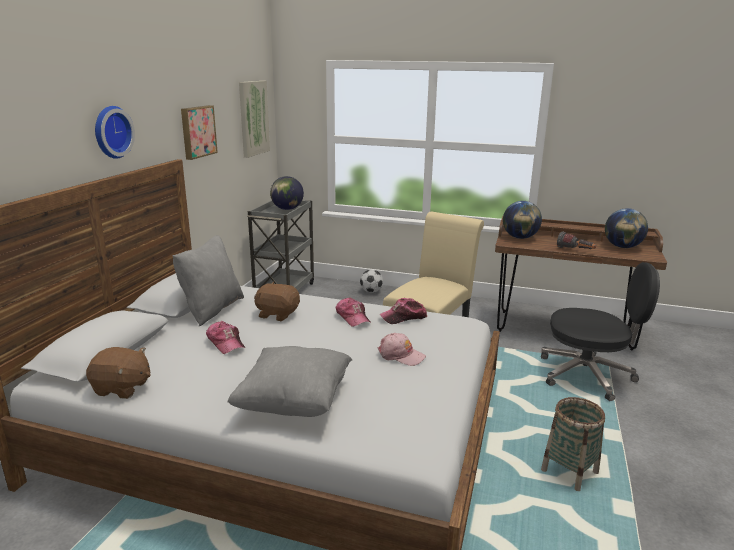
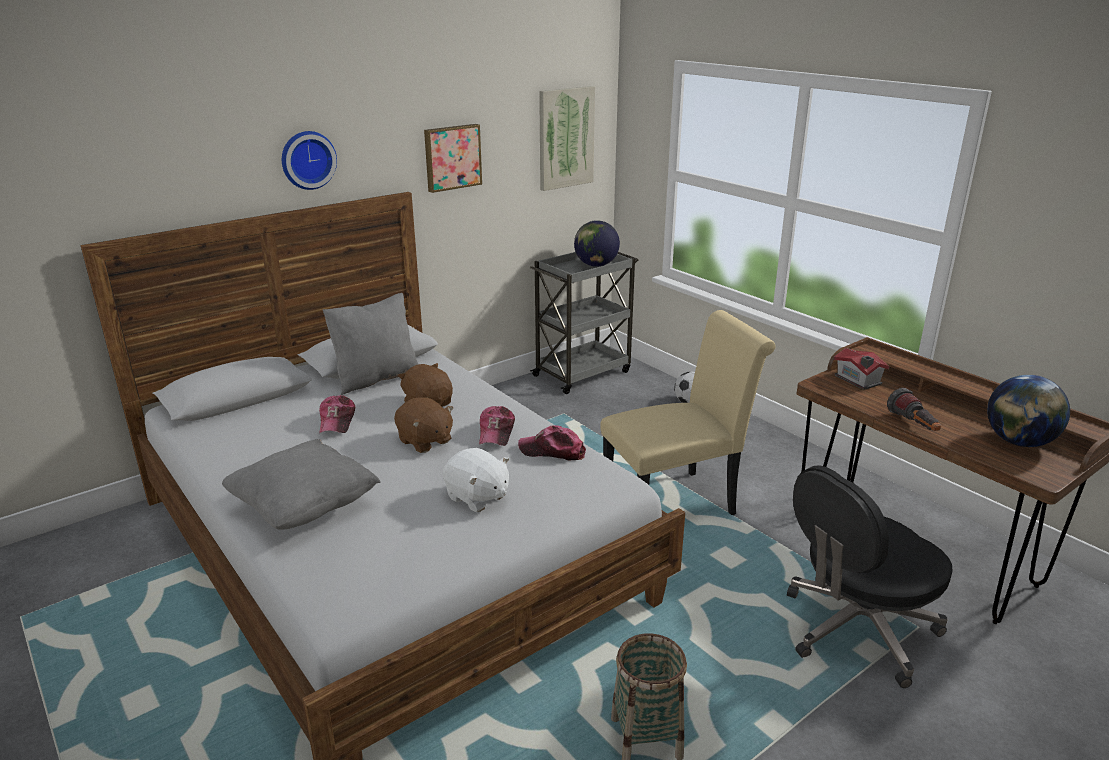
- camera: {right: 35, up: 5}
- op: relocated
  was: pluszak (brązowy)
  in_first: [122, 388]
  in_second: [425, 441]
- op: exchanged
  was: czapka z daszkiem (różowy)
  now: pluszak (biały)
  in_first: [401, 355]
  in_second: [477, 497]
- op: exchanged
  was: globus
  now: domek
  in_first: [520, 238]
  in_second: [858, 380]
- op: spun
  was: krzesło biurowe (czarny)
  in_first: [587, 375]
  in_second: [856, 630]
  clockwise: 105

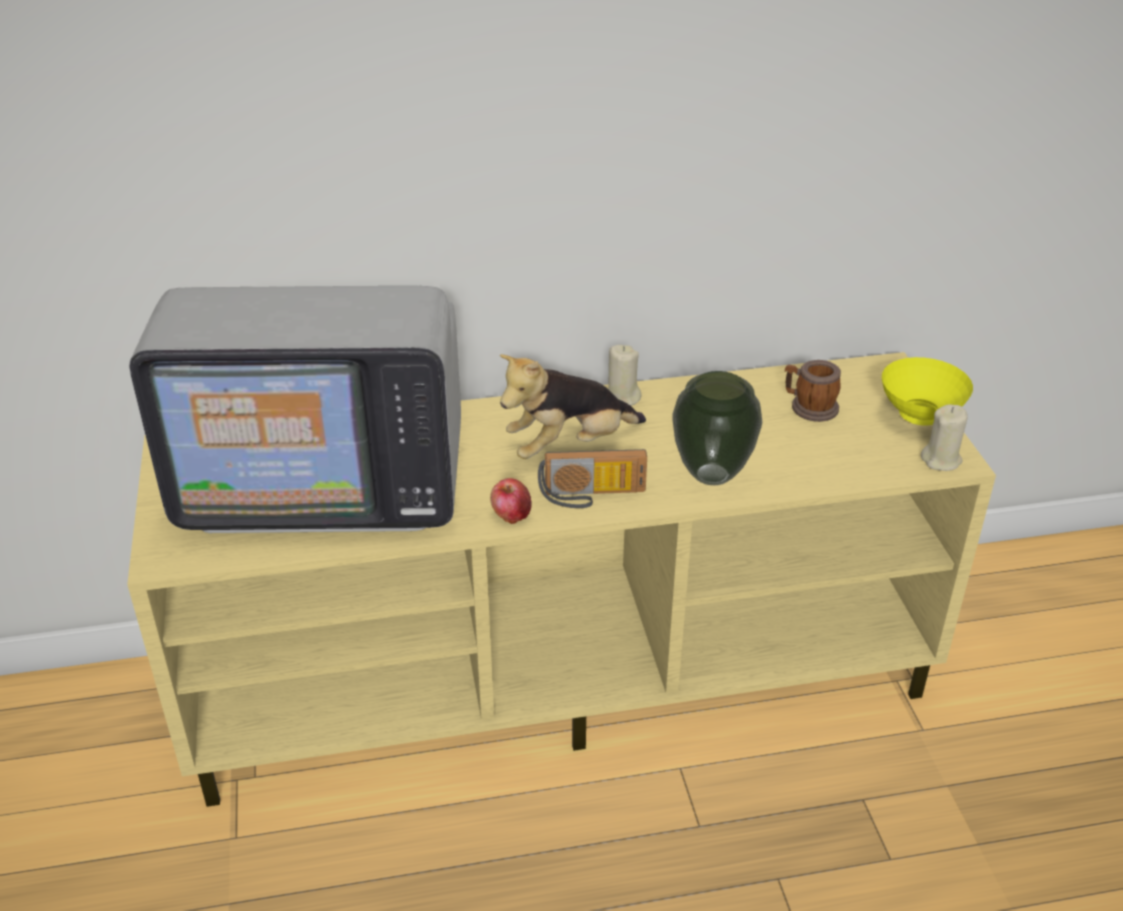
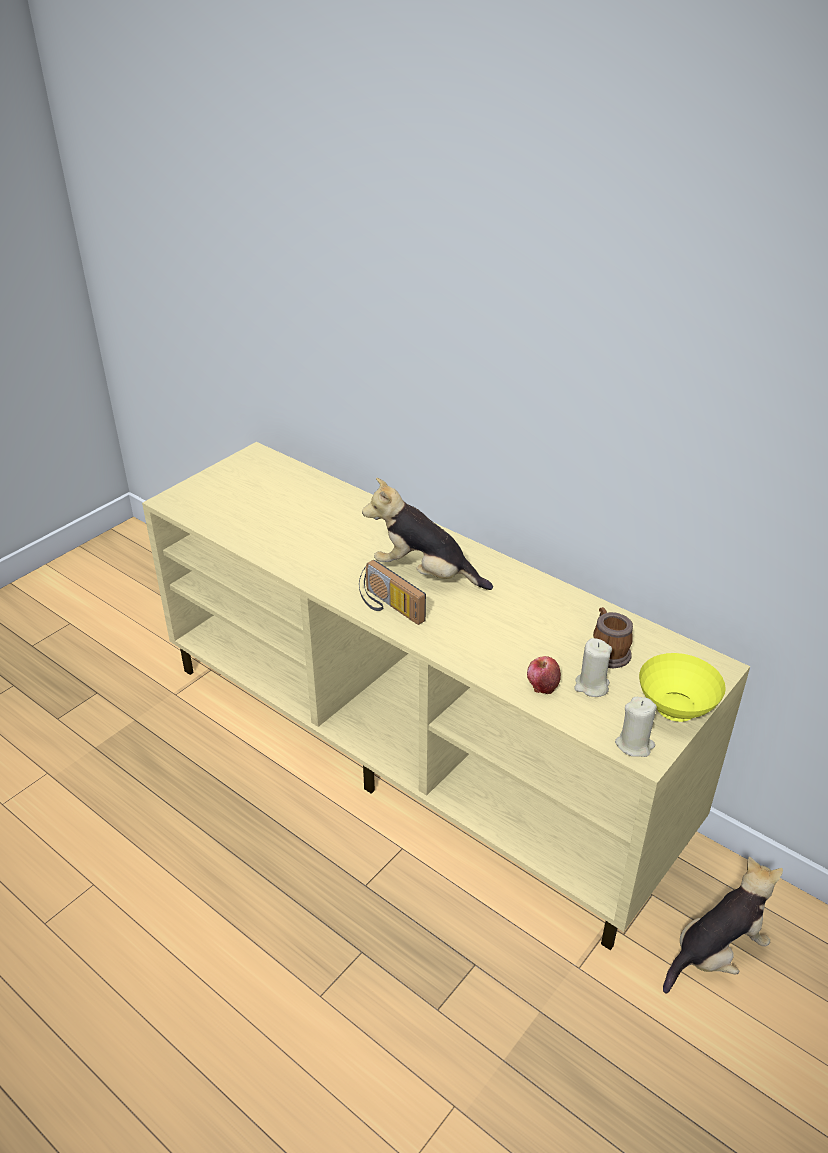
- camera: {right: 50, up: 0}
- op: missing
  was: telewizor
  in_first: [325, 483]
- op: relocated
  was: jabłko
  in_first: [511, 514]
  in_second: [542, 685]
- op: relocated
  was: świeca (beżowy)
  in_first: [621, 398]
  in_second: [591, 686]
- op: missing
  was: wazon
  in_first: [711, 475]
- op: appeared
  now: pluszak
  in_second: [716, 953]

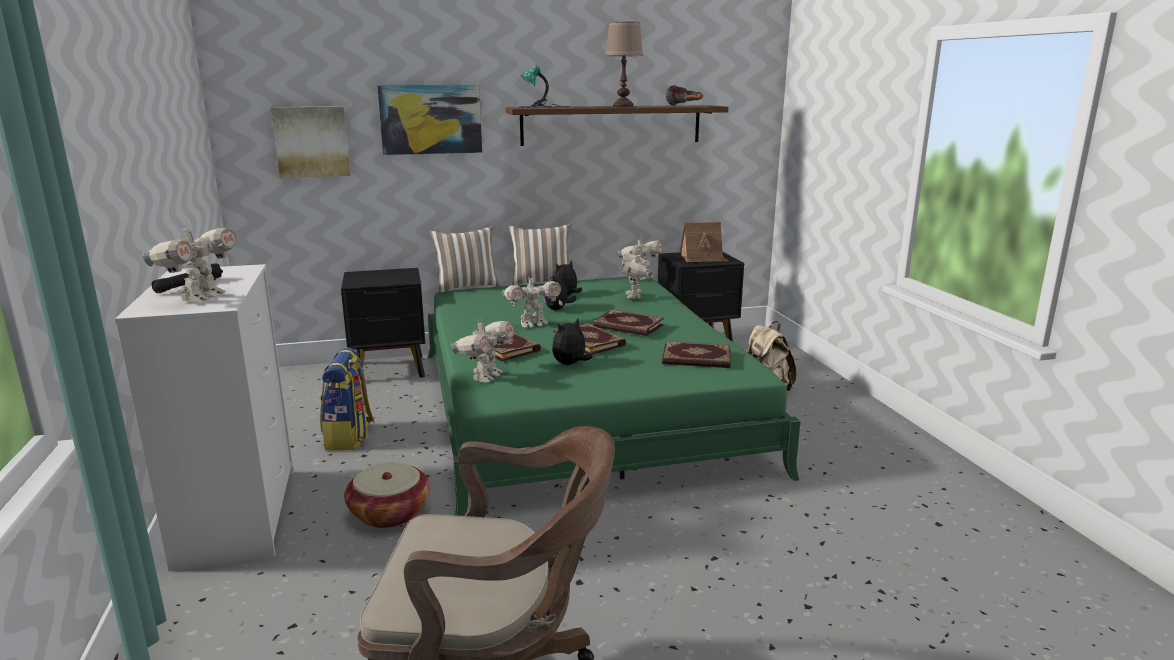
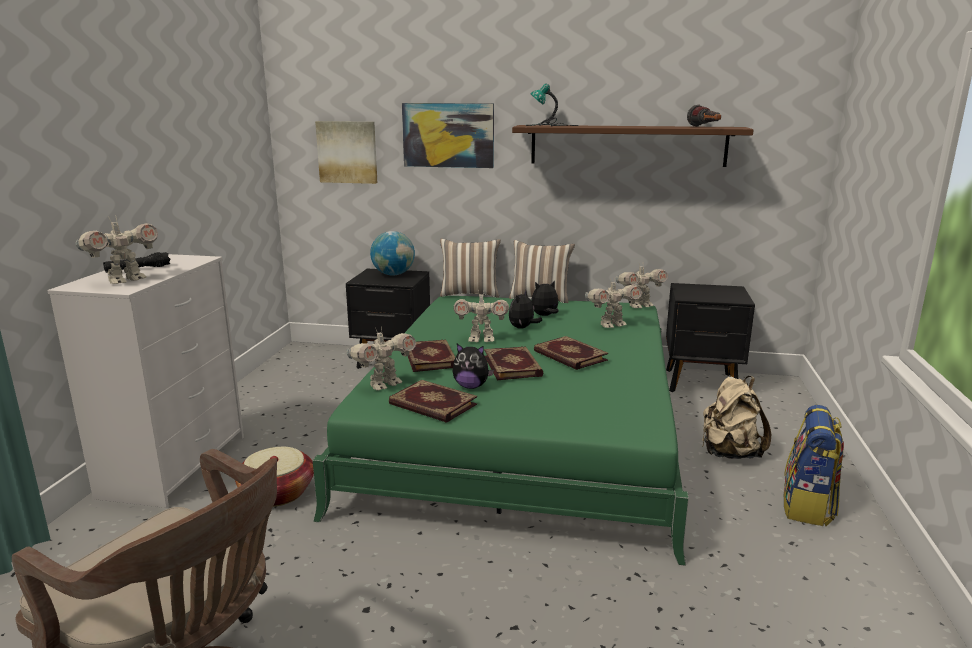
- camera: {right: 25, up: 0}
- op: relocated
  was: plecak
  in_first: [349, 437]
  in_second: [808, 506]
- op: spun
  was: pluszak
  in_first: [570, 364]
  in_second: [471, 386]
  clockwise: -150
- op: missing
  was: lampa stołowa (brązowy)
  in_first: [623, 106]
- op: spun
  was: robot zabawkowy
  in_first: [635, 296]
  in_second: [611, 325]
  clockwise: -135
- op: relocated
  was: książka
  in_first: [696, 359]
  in_second: [432, 405]
- op: missing
  was: domek
  in_first: [703, 258]
- op: appeared
  now: globus
  in_second: [393, 274]

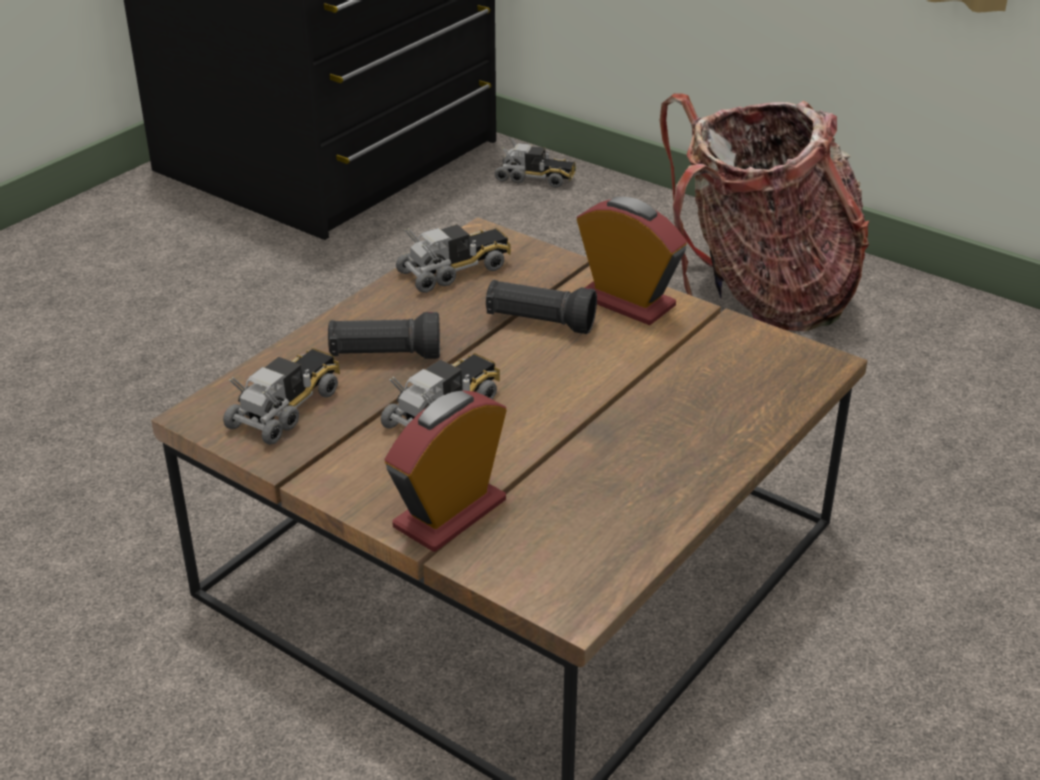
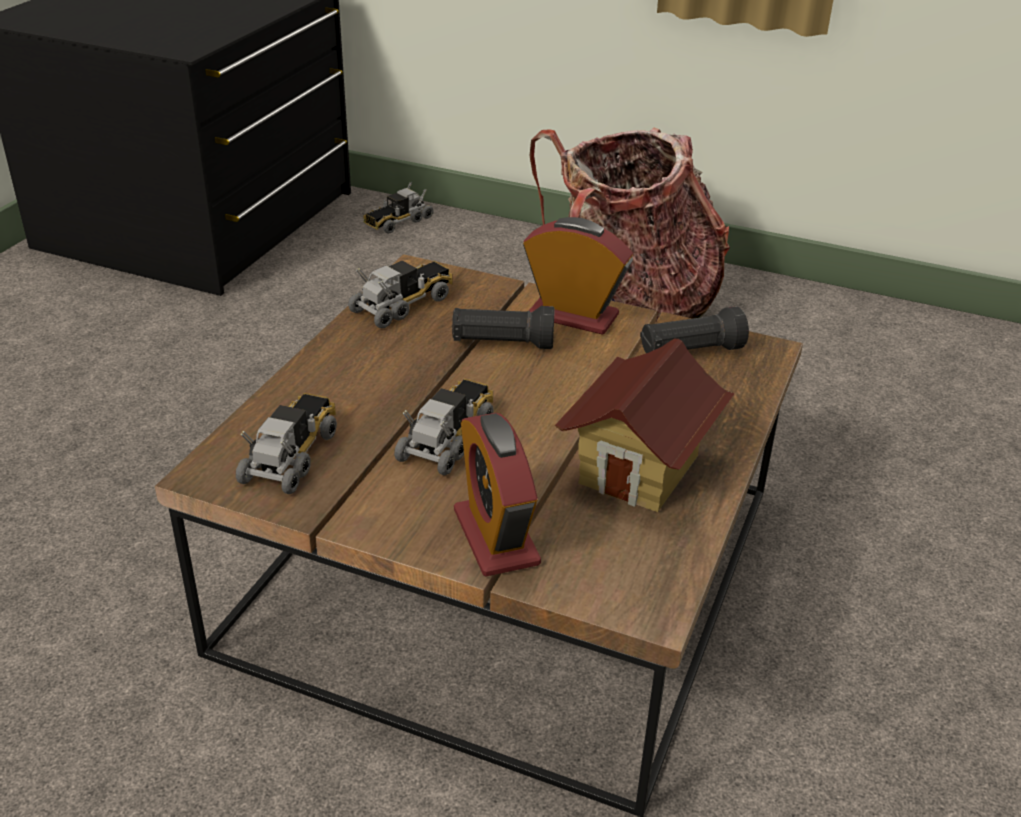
- camera: {right: -15, up: 0}
- op: relocated
  was: latarka (czarny)
  in_first: [384, 355]
  in_second: [690, 351]
- op: spun
  was: budzik
  in_first: [450, 514]
  in_second: [496, 537]
  clockwise: -45
- op: spun
  was: ciężarówka zabawkowa
  in_first: [535, 178]
  in_second: [397, 222]
  clockwise: 135
- op: appeared
  now: domek
  in_second: [640, 470]

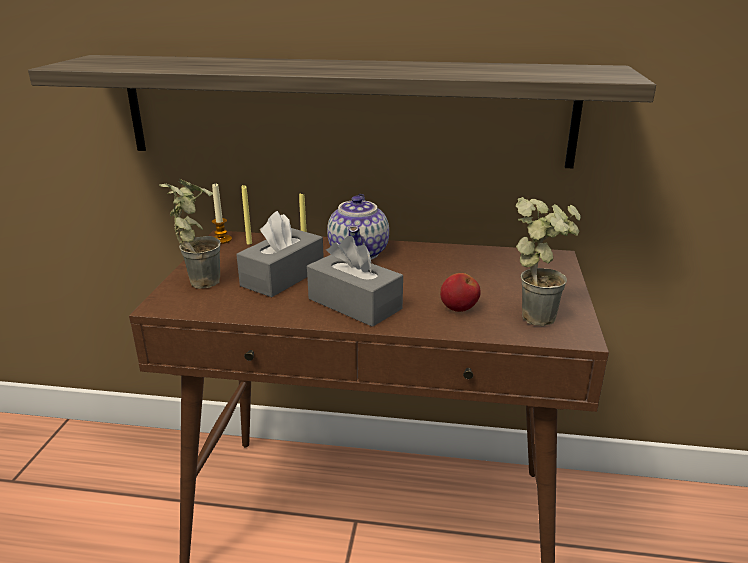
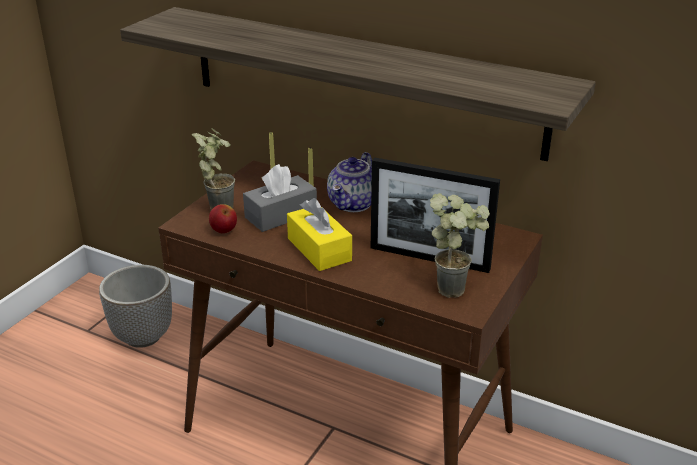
- camera: {right: 20, up: 5}
- op: missing
  was: świeca
  in_first: [221, 240]
- op: colour
  was: pudełko chusteczek (szary)
  now: pudełko chusteczek (żółty)
  in_first: [354, 304]
  in_second: [319, 249]
- op: relocated
  was: jabłko
  in_first: [459, 309]
  in_second: [224, 231]
- op: appeared
  now: donica
  in_second: [143, 336]
- op: appeared
  now: ramka na zdjęcie
  in_second: [429, 258]

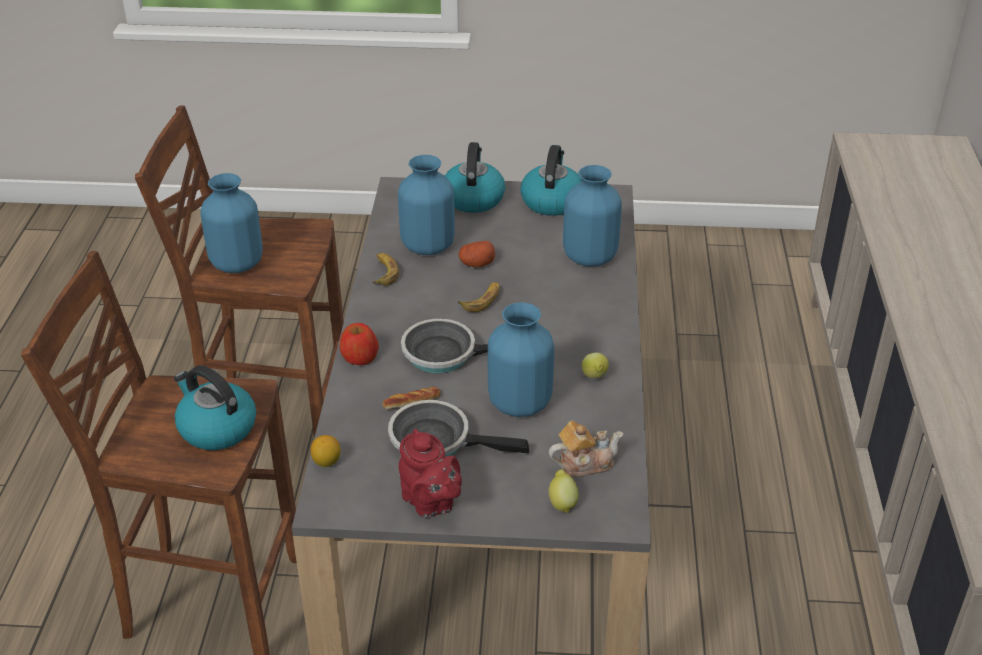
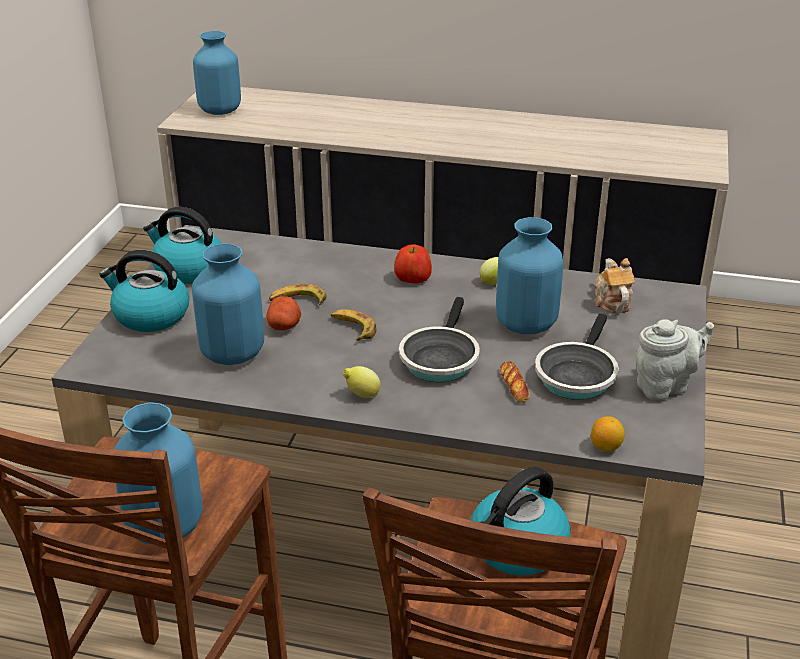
- camera: {right: -80, up: -5}
- op: relocated
  was: jabłko
  in_first: [359, 357]
  in_second: [412, 278]
- op: relocated
  was: banan
  in_first: [383, 272]
  in_second: [298, 301]
- op: colour
  was: imbryk (czerwony)
  now: imbryk (szary)
  in_first: [430, 503]
  in_second: [665, 386]
- op: relocated
  was: cytryna
  in_first: [562, 503]
  in_second: [361, 395]
- op: relocated
  was: wazon (niebieski)
  in_first: [590, 256]
  in_second: [219, 110]

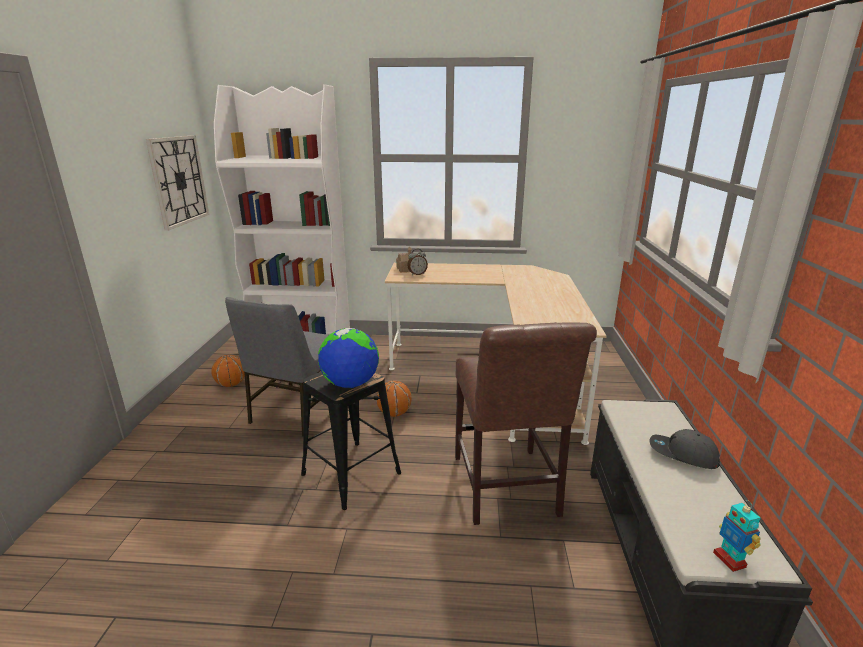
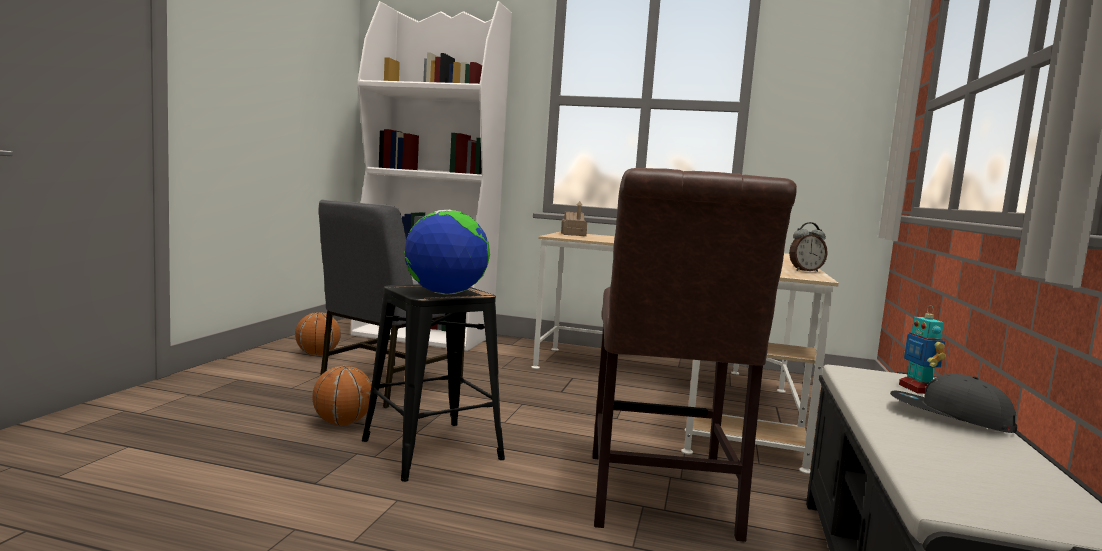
- camera: {right: 10, up: -15}
- op: missing
  was: zegar ścienny
  in_first: [179, 180]
- op: relocated
  was: piłka do koszykówki
  in_first: [394, 413]
  in_second: [342, 423]
- op: relocated
  was: budzik
  in_first: [417, 274]
  in_second: [805, 271]
- op: relocated
  was: robot zabawkowy
  in_first: [730, 560]
  in_second: [917, 389]

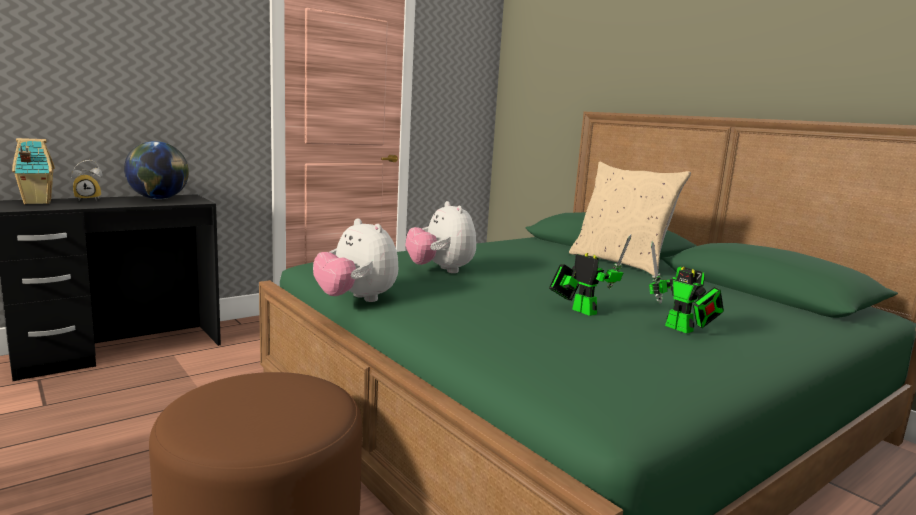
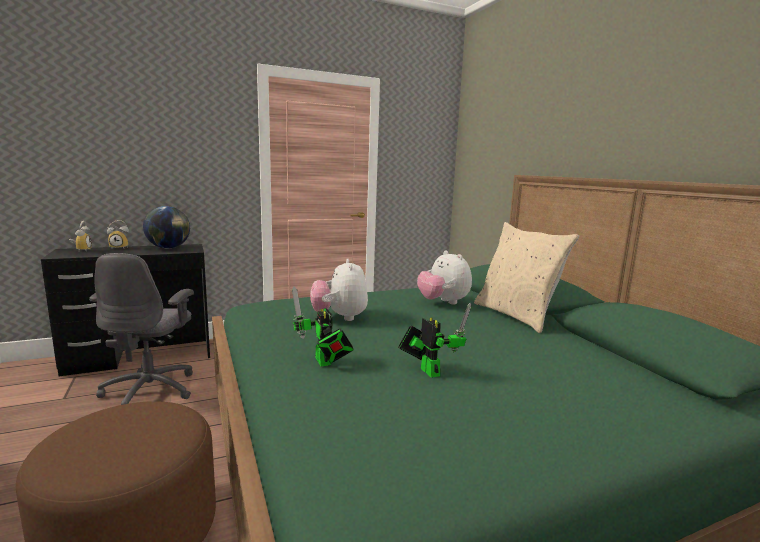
- camera: {right: 15, up: 0}
- op: exchanged
  was: domek
  now: budzik
  in_first: [36, 202]
  in_second: [81, 250]
- op: relocated
  was: pluszak
  in_first: [356, 300]
  in_second: [443, 302]
- op: relocated
  was: robot zabawkowy
  in_first: [683, 330]
  in_second: [324, 363]
- op: appeared
  now: krzesło biurowe (szary)
  in_second: [151, 390]

